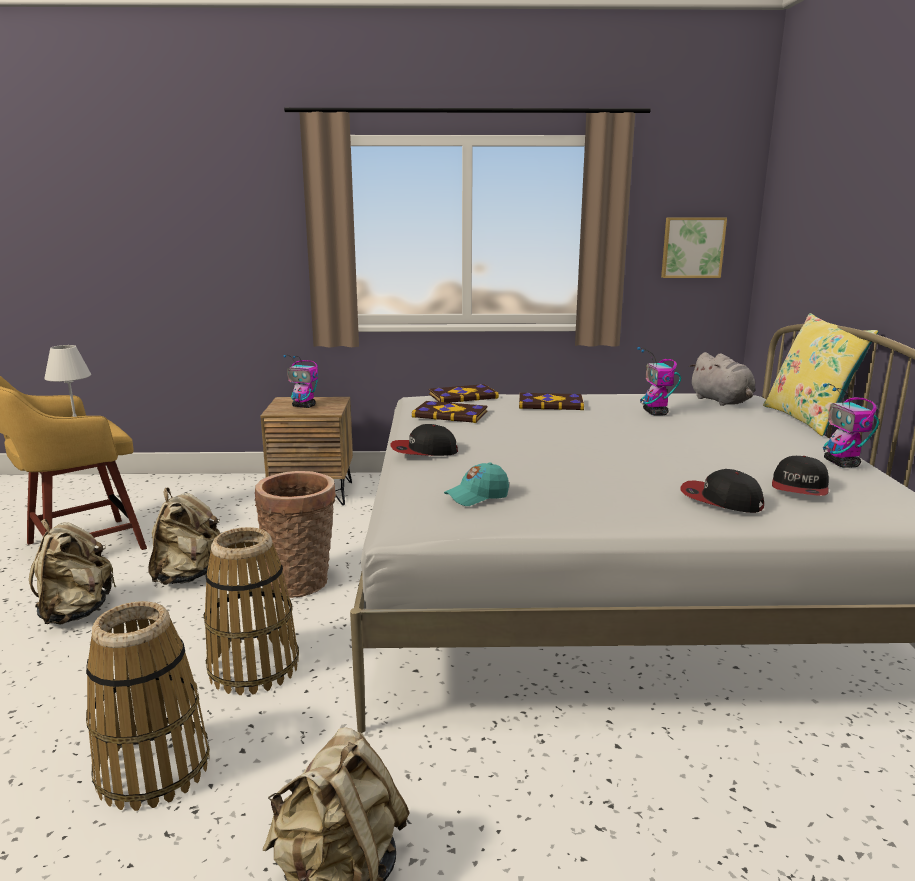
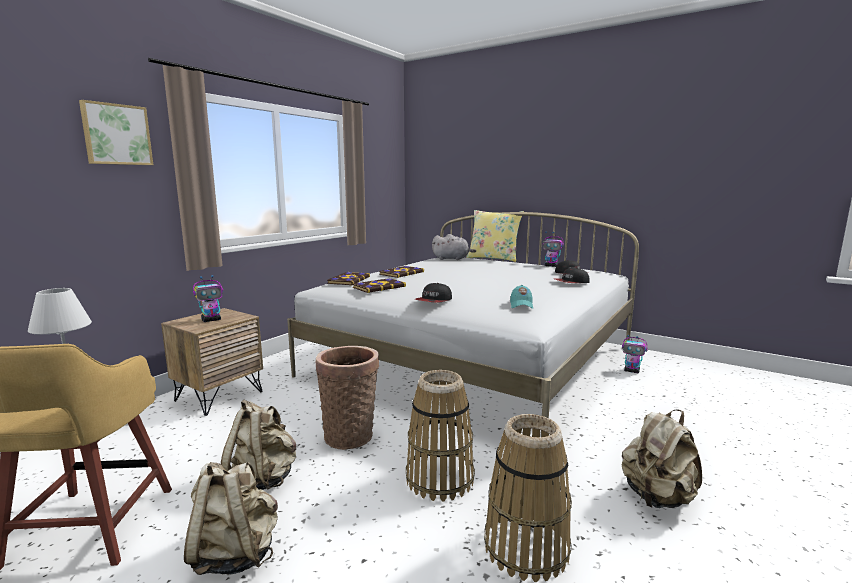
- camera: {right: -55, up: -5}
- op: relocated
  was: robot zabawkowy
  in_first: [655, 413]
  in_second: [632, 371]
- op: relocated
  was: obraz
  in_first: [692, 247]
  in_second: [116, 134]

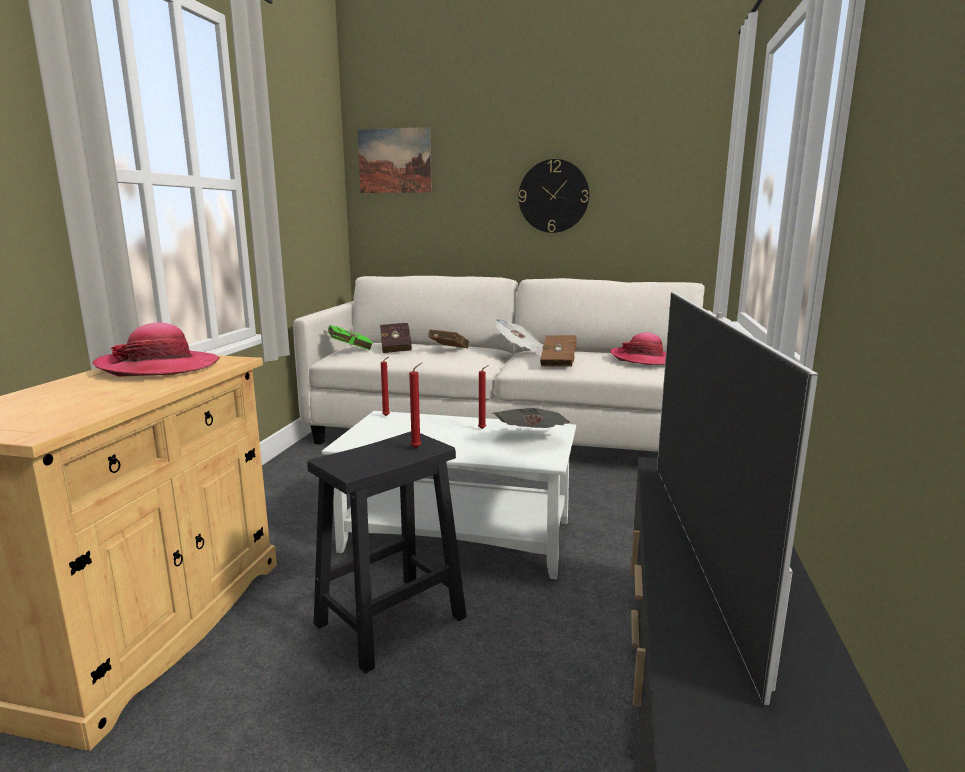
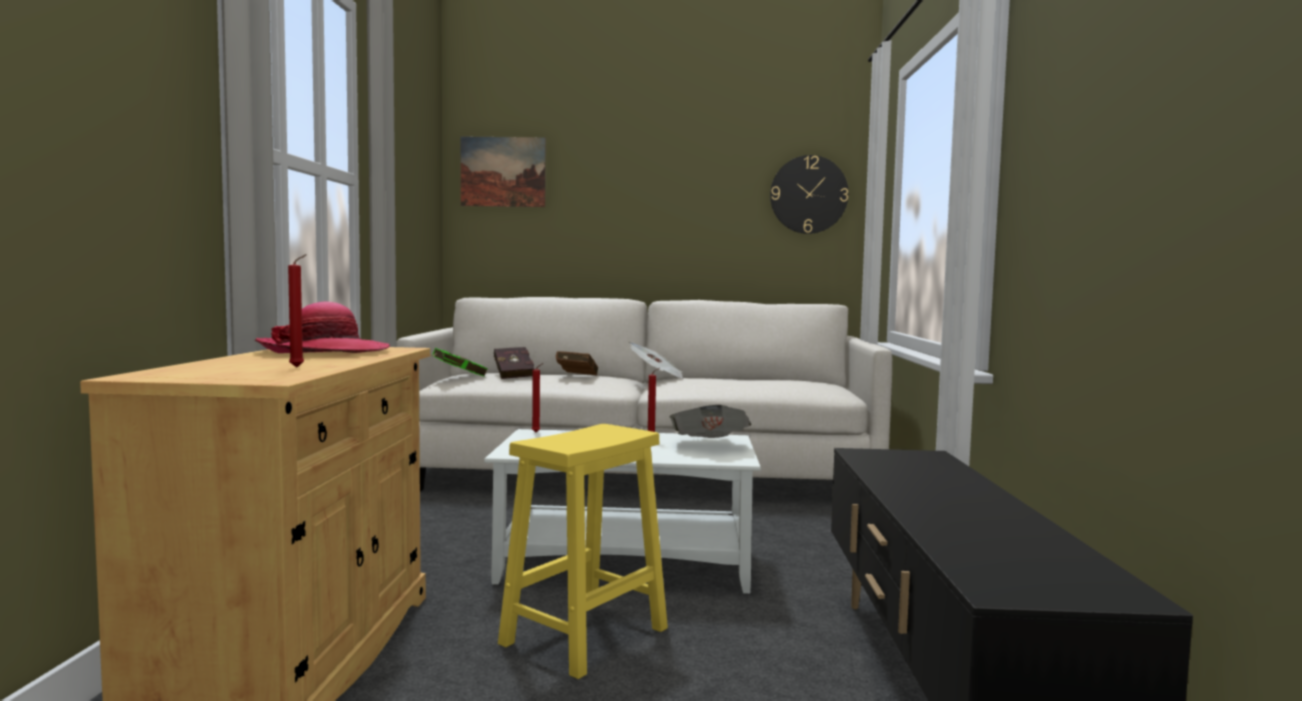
- camera: {right: -10, up: -10}
- op: colour
  was: stołek (czarny)
  now: stołek (żółty)
  in_first: [392, 619]
  in_second: [586, 635]
- op: relocated
  was: świeca (czerwony)
  in_first: [417, 448]
  in_second: [299, 367]
- op: relocated
  was: zegar ścienny
  in_first: [553, 196]
  in_second: [808, 194]
- op: missing
  was: książka (brązowy)
  in_first: [559, 362]
- op: missing
  was: kapelusz
  in_first: [643, 359]
- op: missing
  was: telewizor
  in_first: [698, 552]

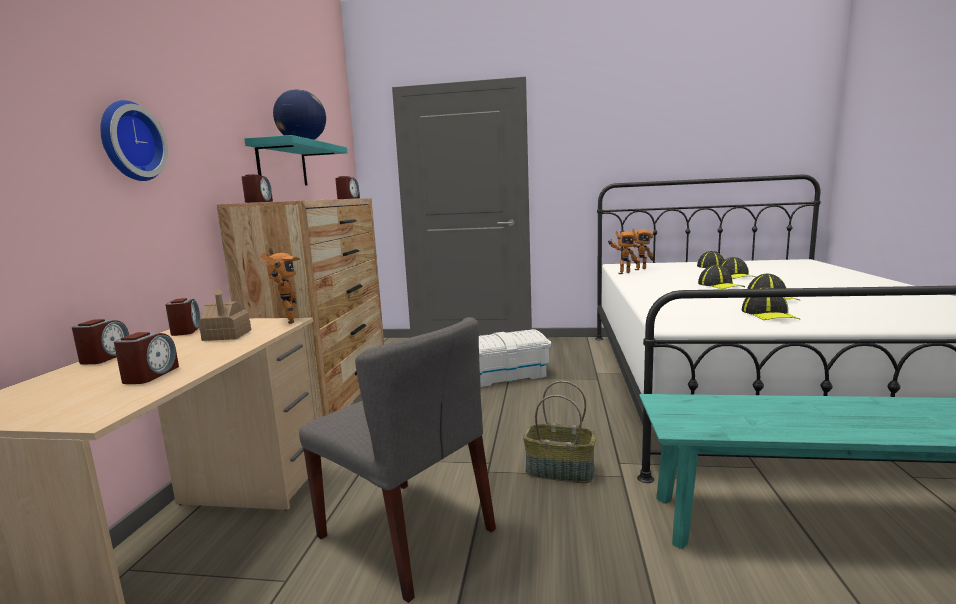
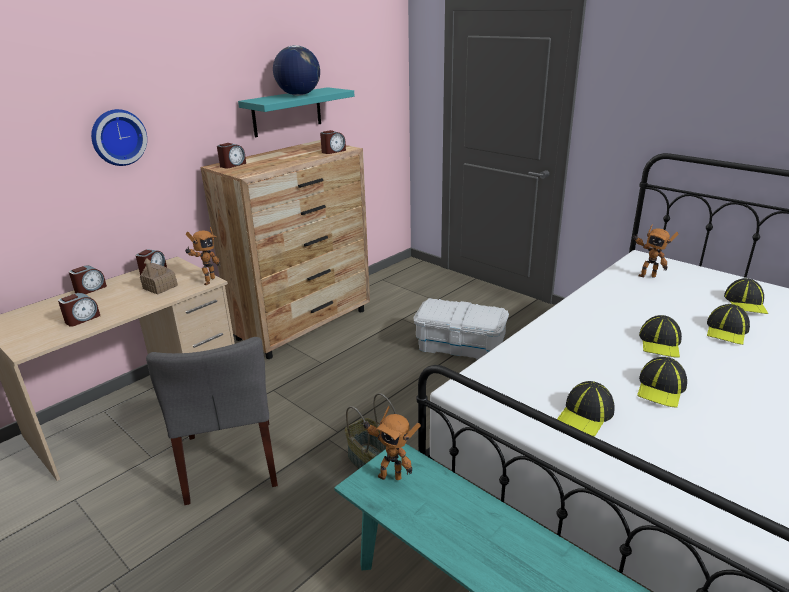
- camera: {right: 35, up: 15}
- op: relocated
  was: robot zabawkowy
  in_first: [622, 273]
  in_second: [390, 475]

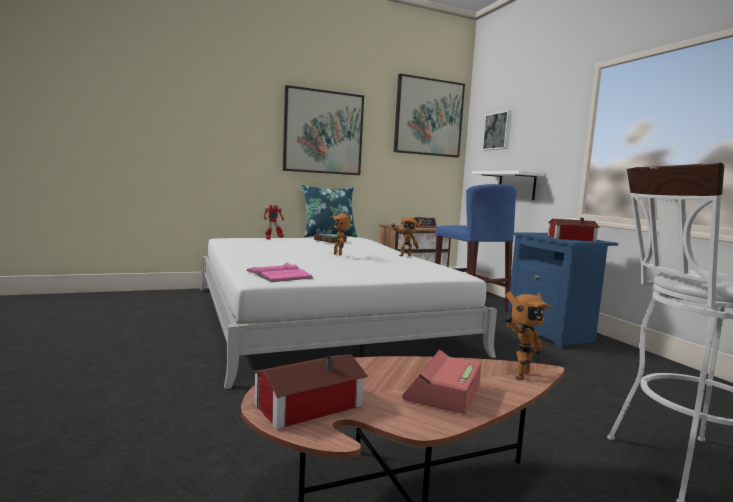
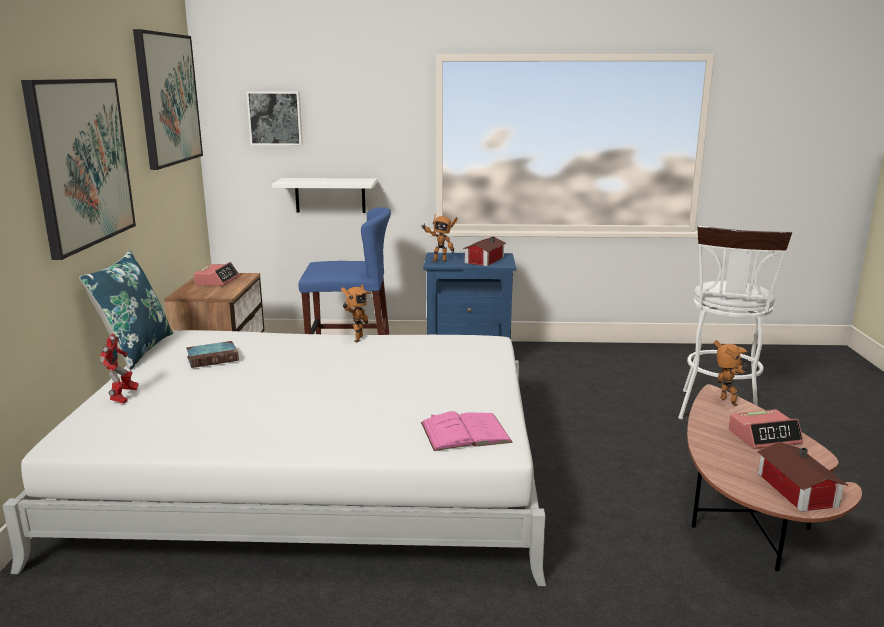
- camera: {right: -65, up: 10}
- op: relocated
  was: robot zabawkowy
  in_first: [339, 254]
  in_second: [438, 260]
- op: spun
  was: budzik
  in_first: [442, 393]
  in_second: [764, 437]
  clockwise: -60

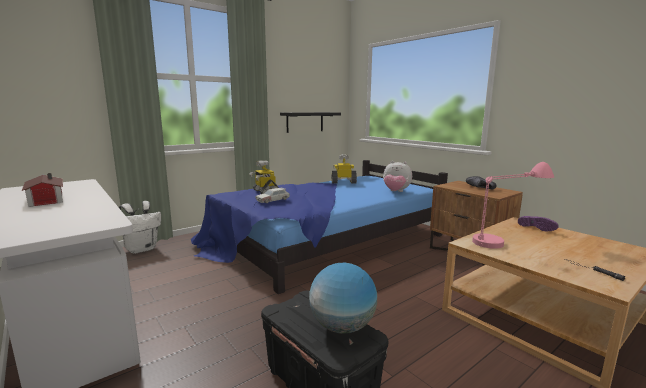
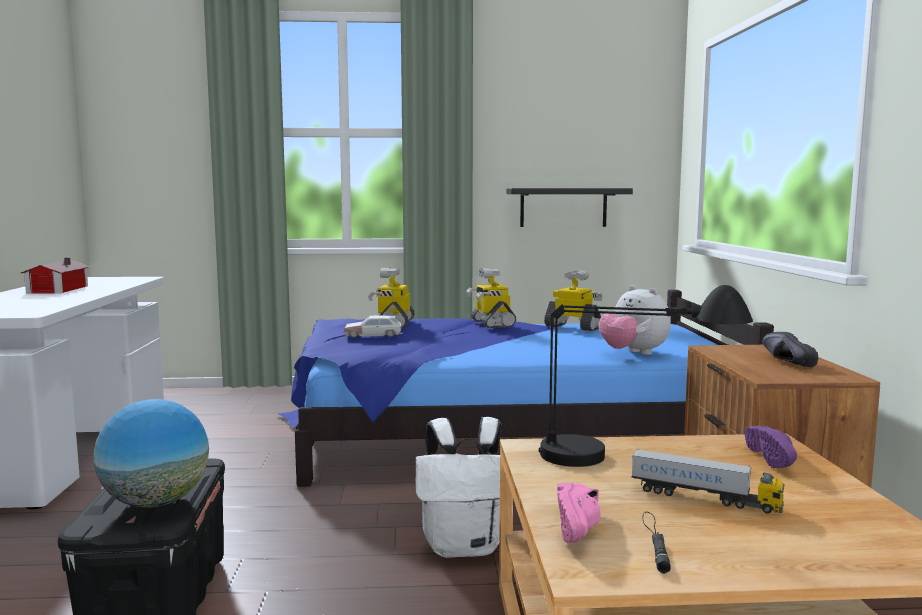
- camera: {right: 35, up: -5}
- op: relocated
  was: plecak (biały)
  in_first: [142, 249]
  in_second: [465, 546]
- op: colour
  was: lampa stołowa (różowy)
  now: lampa stołowa (czarny)
  in_first: [507, 239]
  in_second: [631, 459]
- op: appeared
  now: robot zabawkowy
  in_second: [491, 323]
- op: appeared
  now: but (różowy)
  in_second: [581, 529]
- op: appeared
  now: ciężarówka zabawkowa
  in_second: [704, 498]

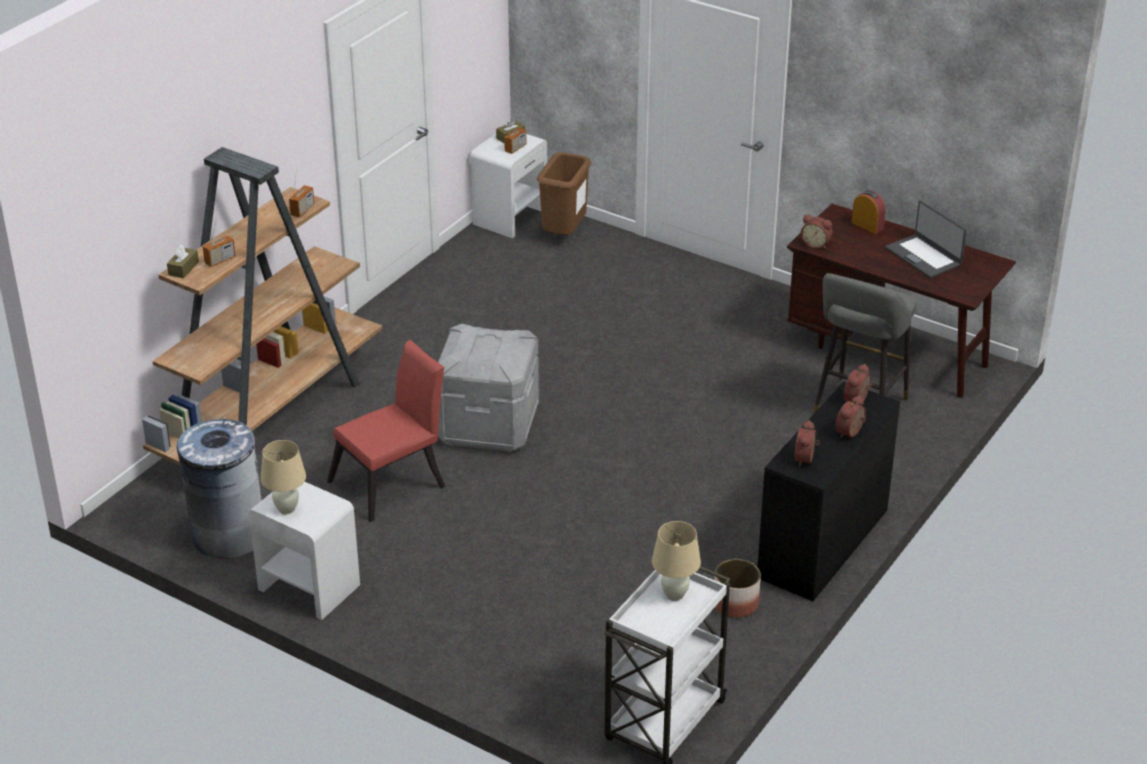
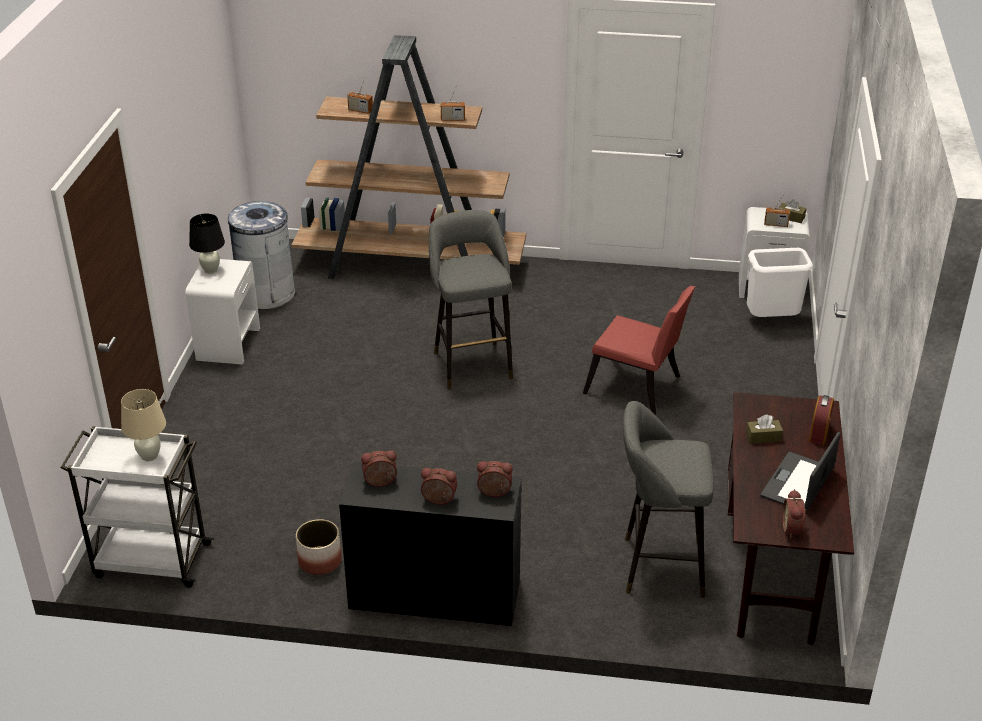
- camera: {right: 65, up: 0}
- op: relocated
  was: pudełko chusteczek (brązowy)
  in_first: [183, 268]
  in_second: [763, 437]
- op: colour
  was: lampa stołowa (beżowy)
  now: lampa stołowa (czarny)
  in_first: [287, 509]
  in_second: [210, 270]
- op: relocated
  was: krzesło (czerwony)
  in_first: [393, 482]
  in_second: [637, 388]
- op: exchanged
  was: pojemnik do przechowywania (szary)
  now: stołek (szary)
  in_first: [487, 425]
  in_second: [471, 362]
- op: colour
  was: kosz na śmieci (brązowy)
  now: kosz na śmieci (biały)
  in_first: [564, 235]
  in_second: [771, 321]
- op: relocated
  was: budzik
  in_first: [816, 244]
  in_second: [793, 529]

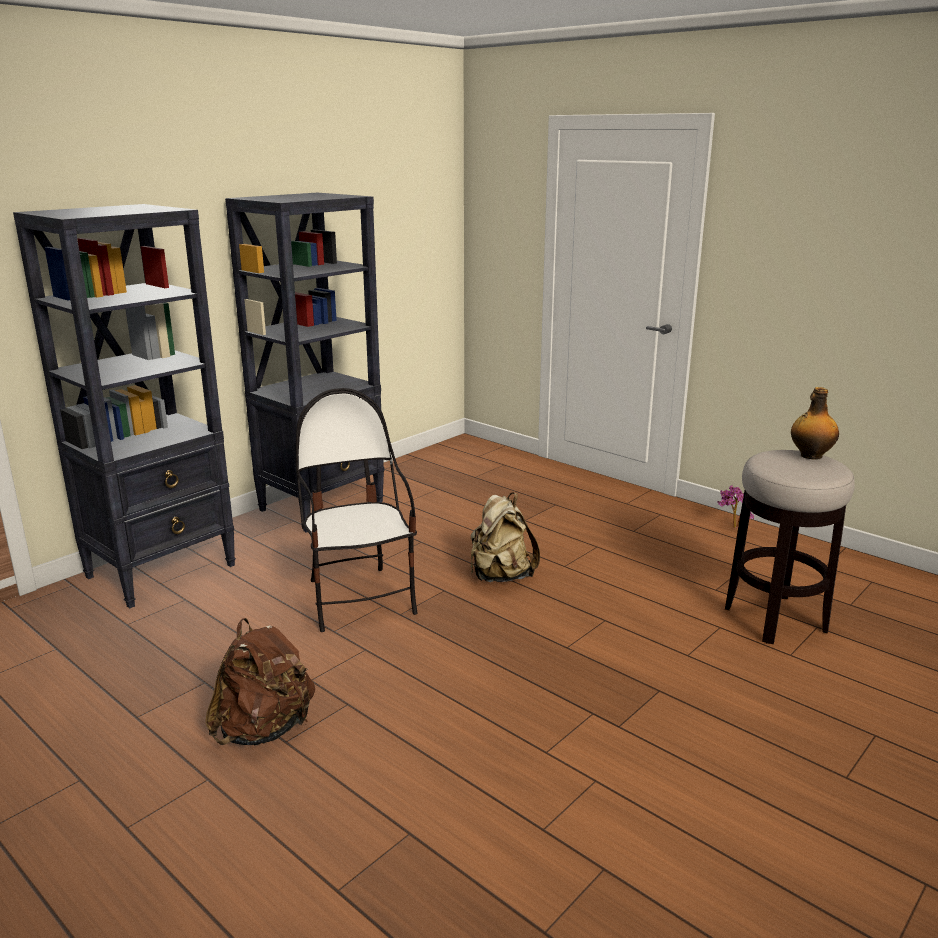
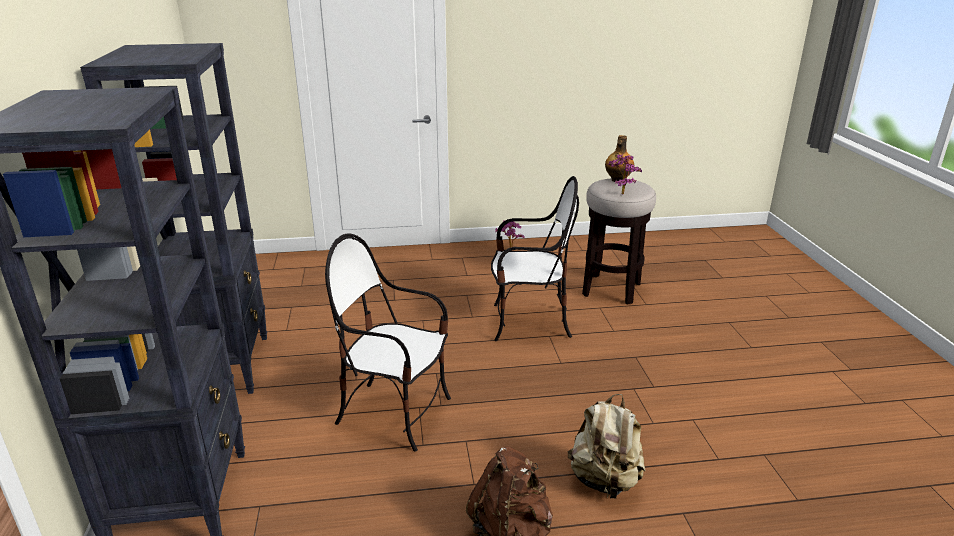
- camera: {right: -50, up: 5}
- op: relocated
  was: plecak (beżowy)
  in_first: [500, 576]
  in_second: [604, 480]
- op: appeared
  now: krzesło
  in_second: [529, 322]
- op: appeared
  now: roślina doniczkowa
  in_second: [621, 193]

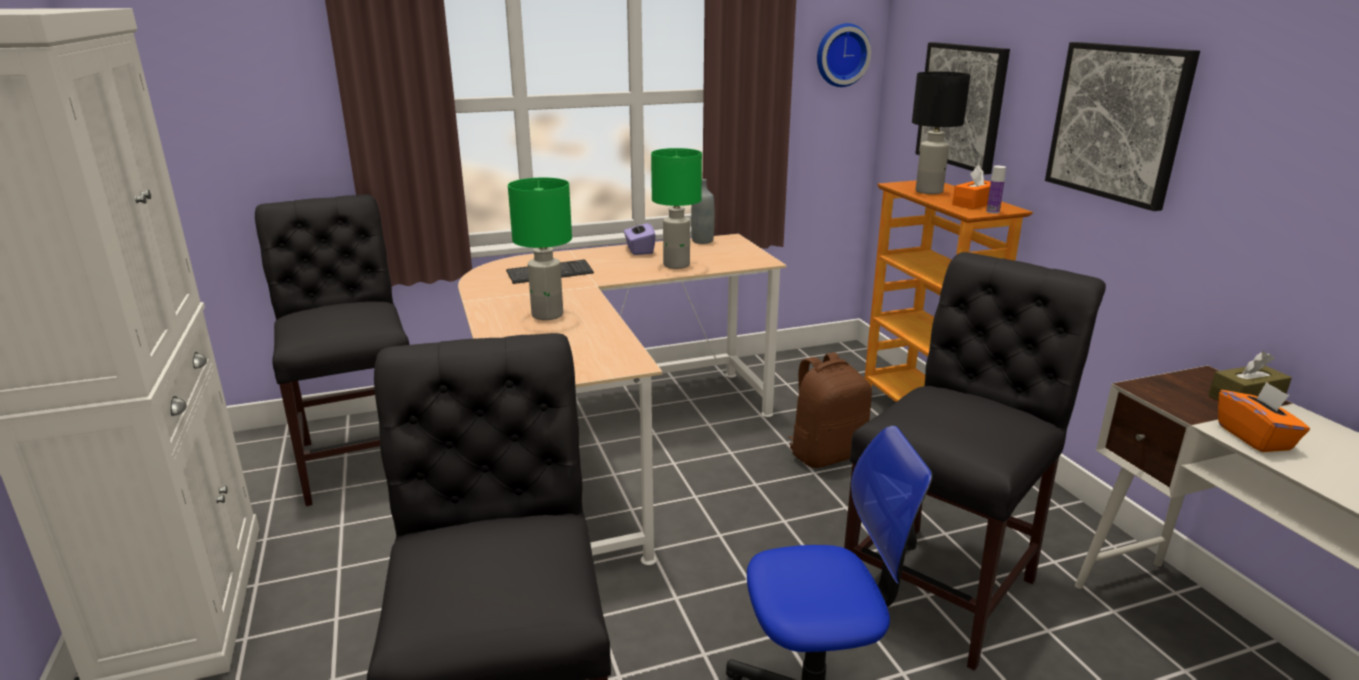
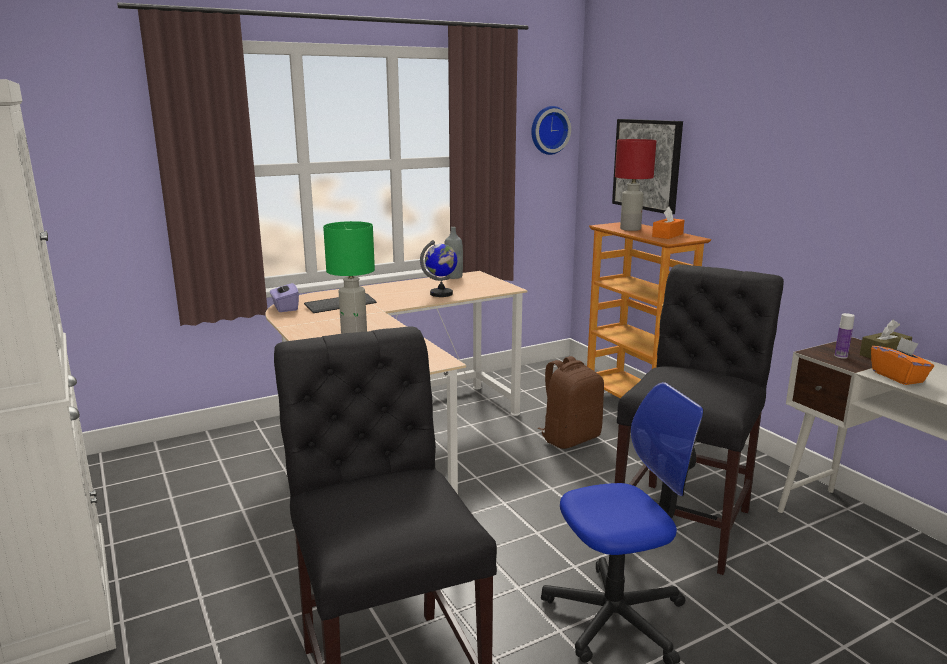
- camera: {right: -10, up: -5}
- op: missing
  was: krzesło (czarny)
  in_first: [363, 455]
- op: relocated
  was: pudełko chusteczek (fioletowy)
  in_first: [639, 250]
  in_second: [285, 308]
- op: exchanged
  was: lampa stołowa (zielony)
  now: globus
  in_first: [677, 265]
  in_second: [441, 294]
- op: colour
  was: lampa stołowa (czarny)
  now: lampa stołowa (czerwony)
  in_first: [928, 191]
  in_second: [629, 229]
- op: relocated
  was: butelka
  in_first: [992, 212]
  in_second: [841, 356]
- op: missing
  was: obraz
  in_first: [1118, 122]

